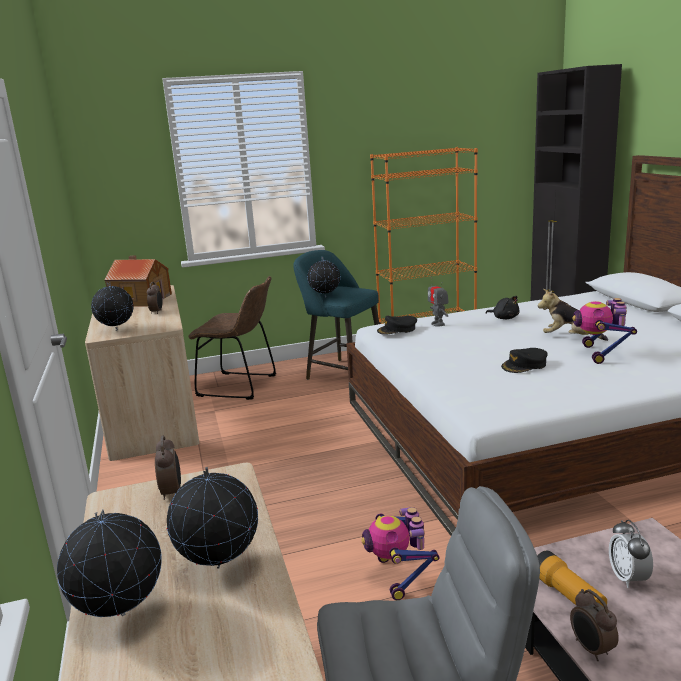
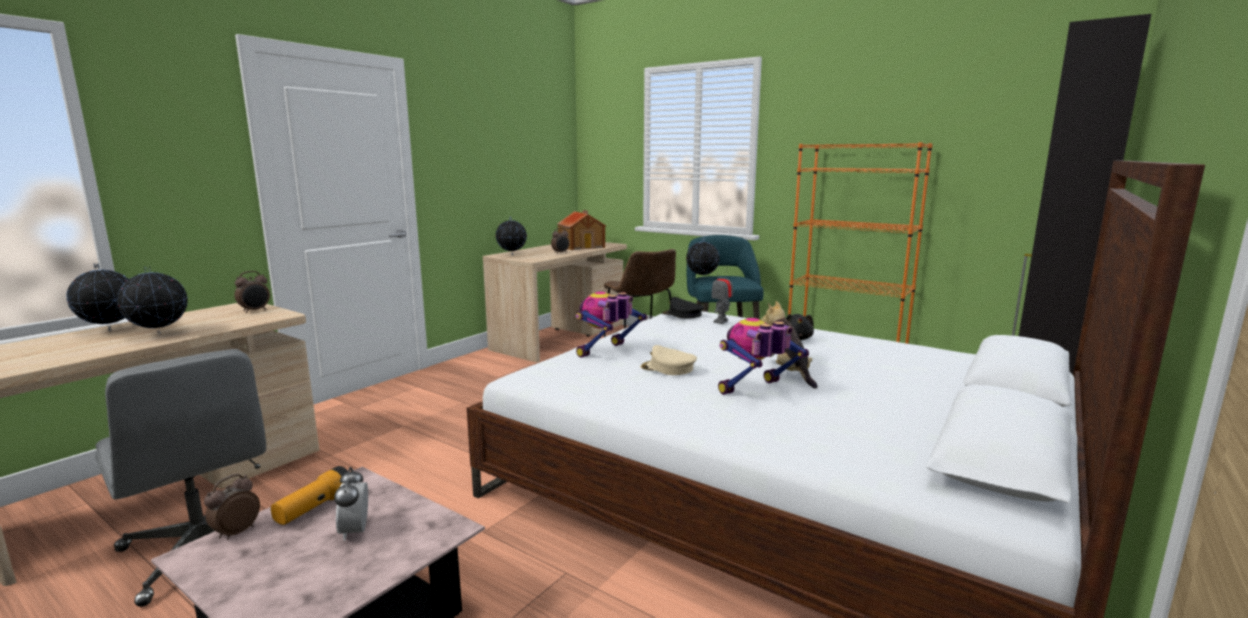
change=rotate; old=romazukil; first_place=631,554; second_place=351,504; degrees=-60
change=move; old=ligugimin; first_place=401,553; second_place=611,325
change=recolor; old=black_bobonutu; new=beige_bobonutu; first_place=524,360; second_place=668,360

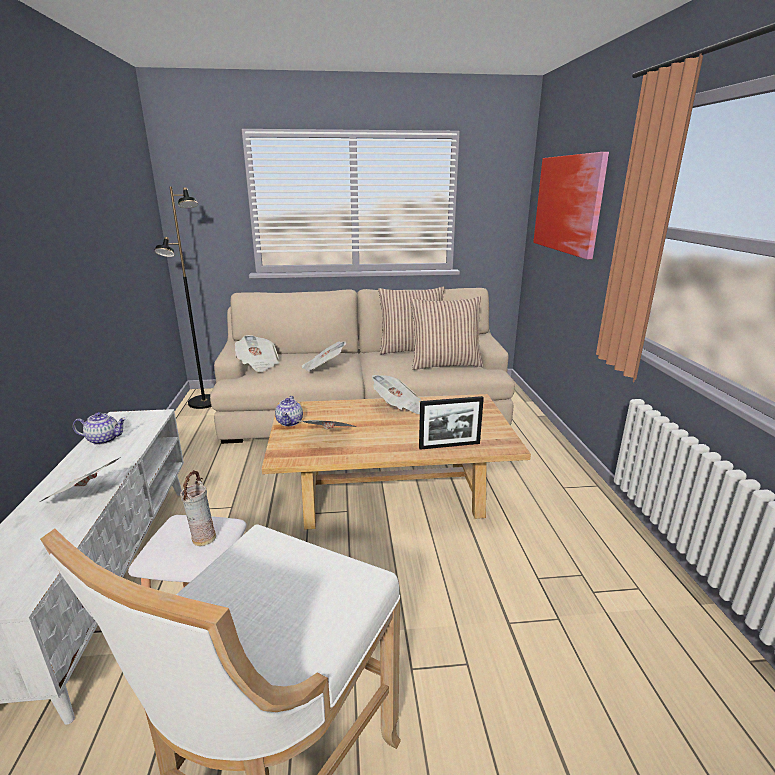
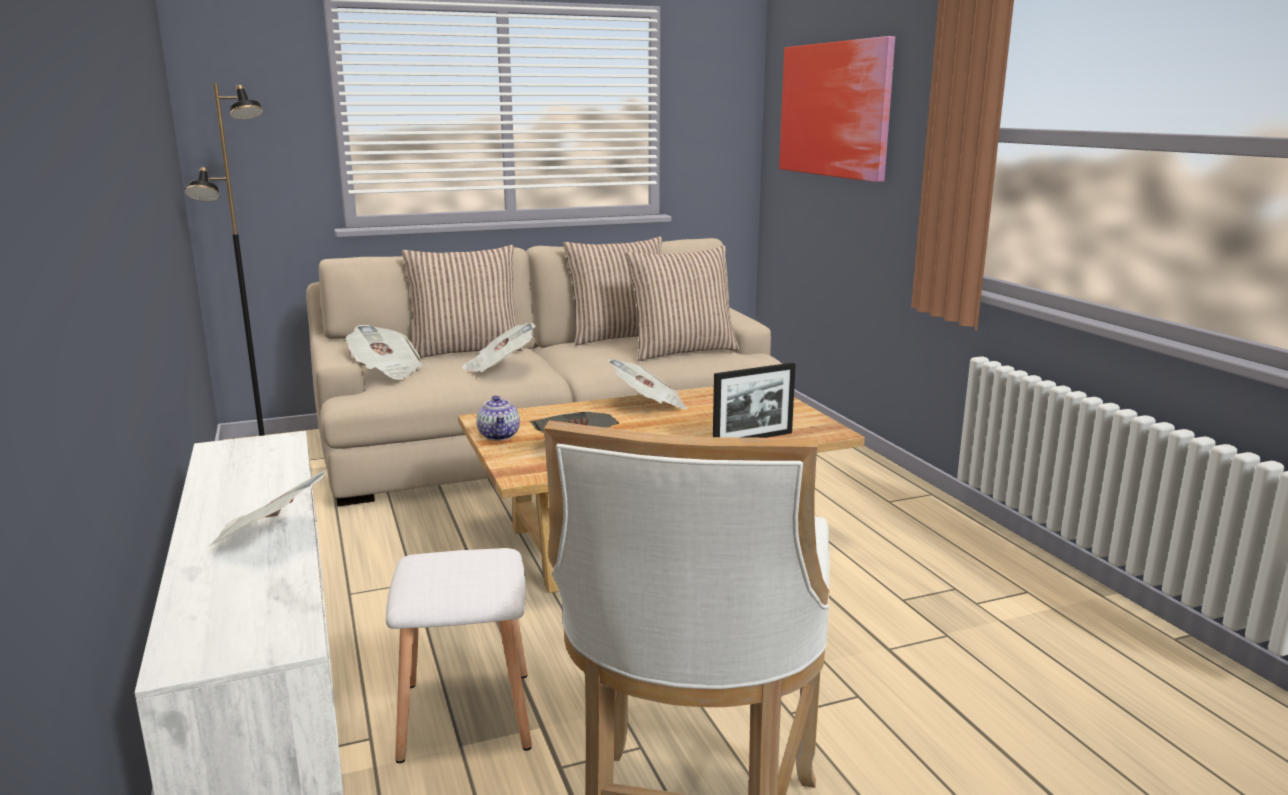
change=insert; new=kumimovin; second_place=462,301
change=delete; old=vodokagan; first_place=99,428
change=delete; old=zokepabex; first_place=198,508

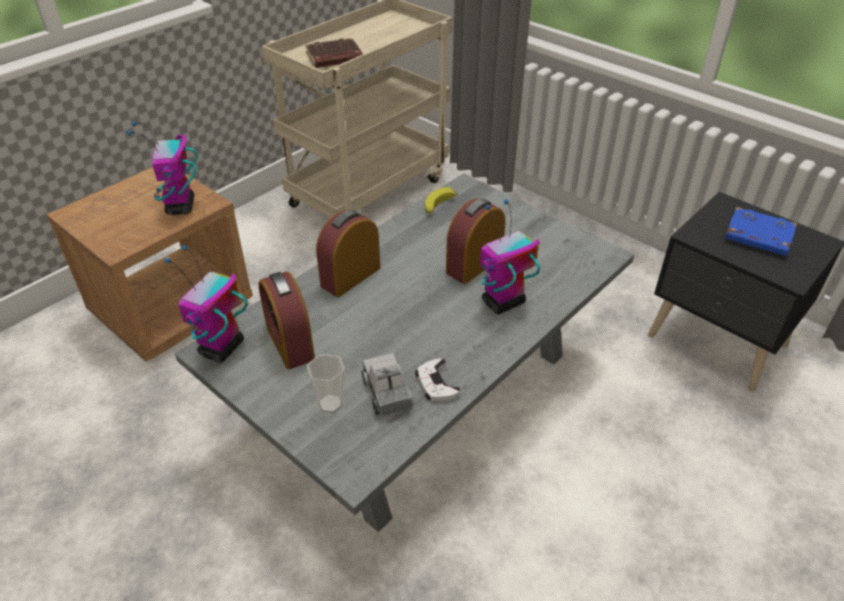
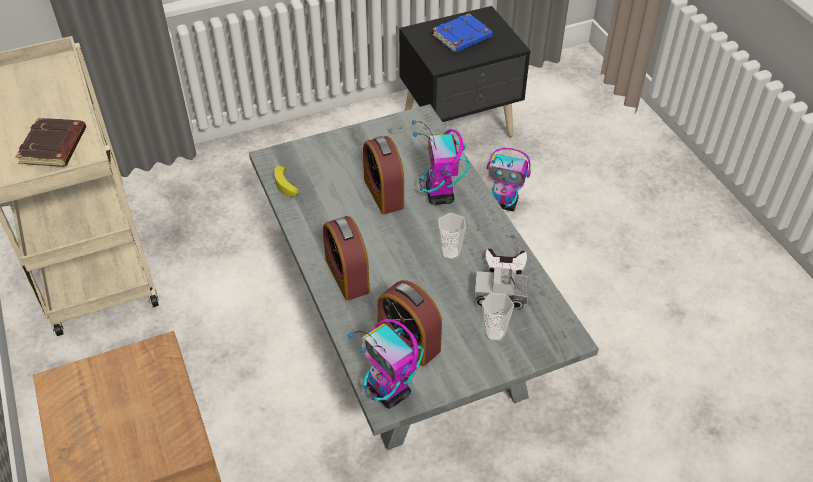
change=rotate; old=romazukil; first_place=287,320; second_place=409,323; degrees=45
change=insert; new=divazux; second_place=452,236
change=move; old=ligugimin; first_place=162,168; second_place=509,179

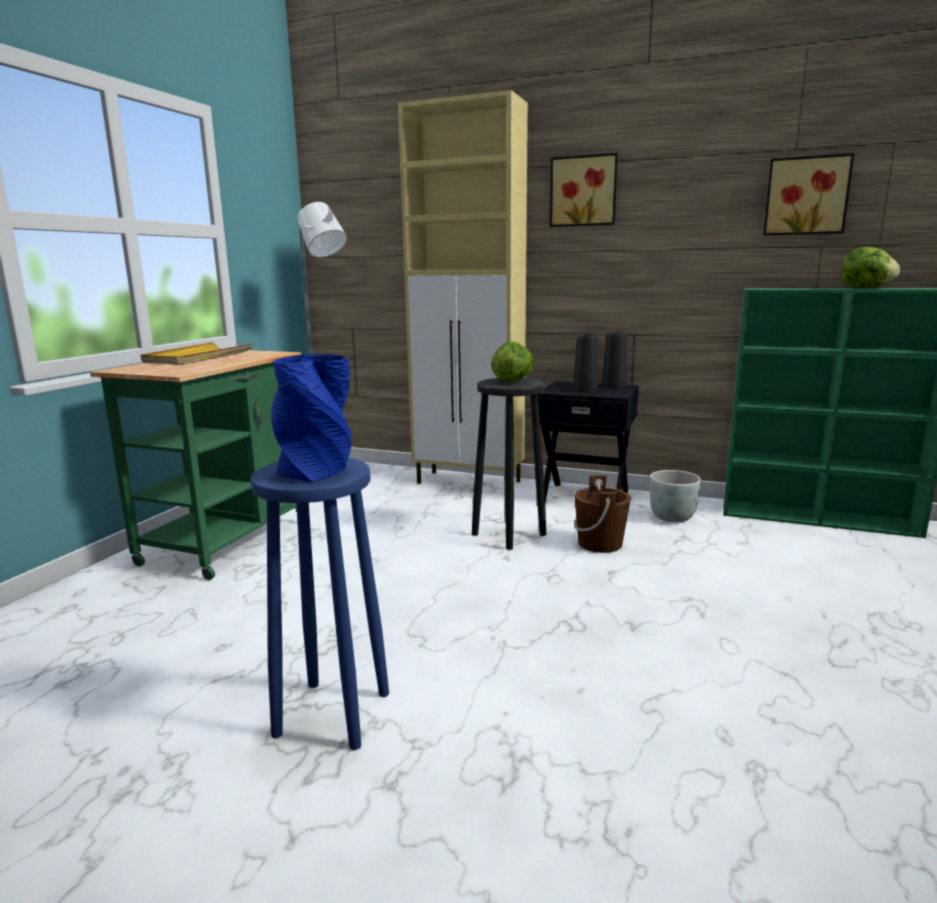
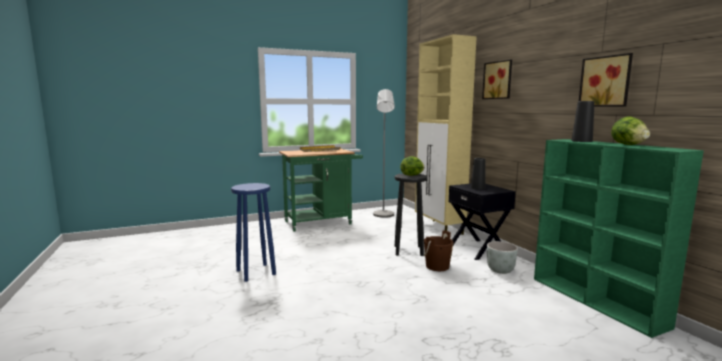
change=move; old=black_zokepabex; first_place=614,360; second_place=583,121
change=delete; old=blue_zokepabex; first_place=311,418

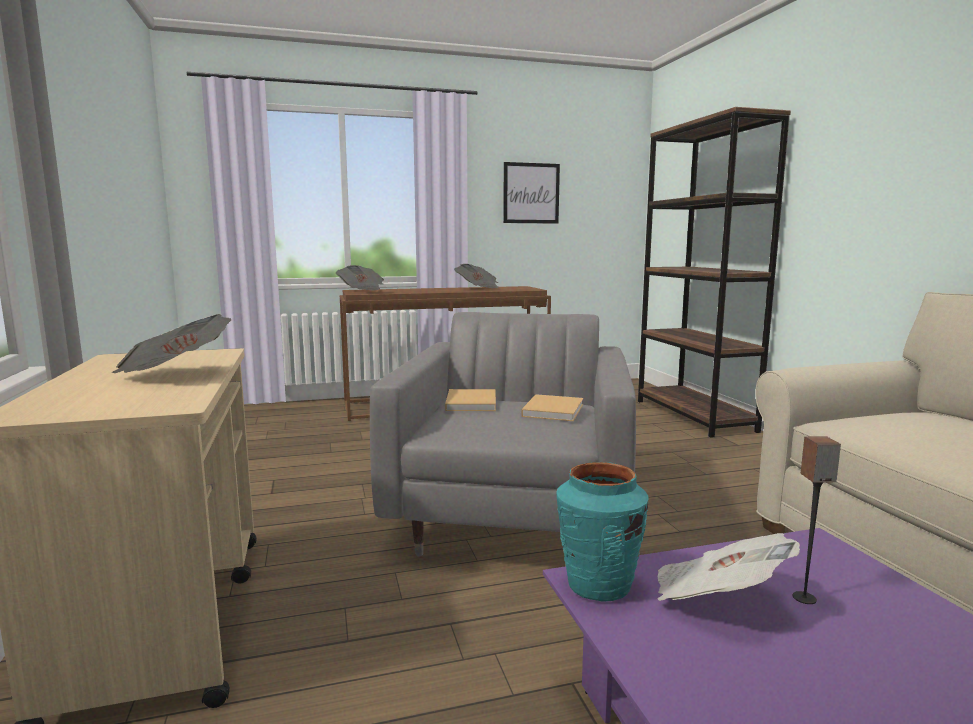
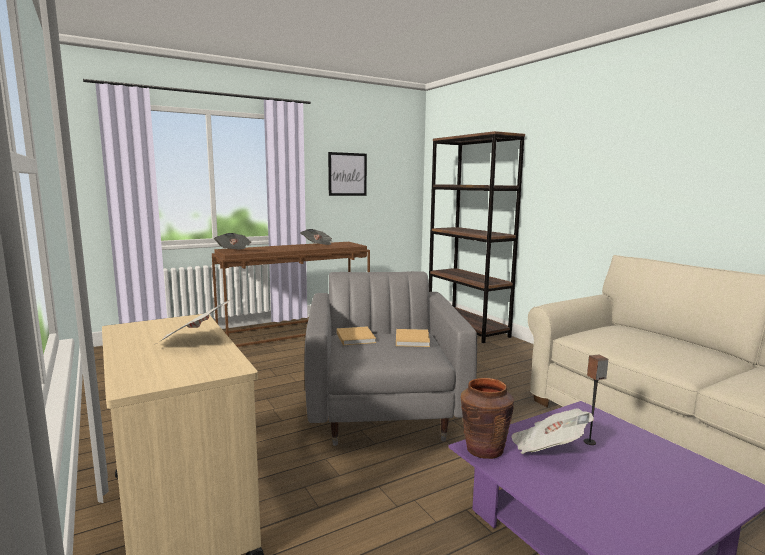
change=recolor; old=turquoise_zokepabex; new=brown_zokepabex; first_place=602,532; second_place=487,418

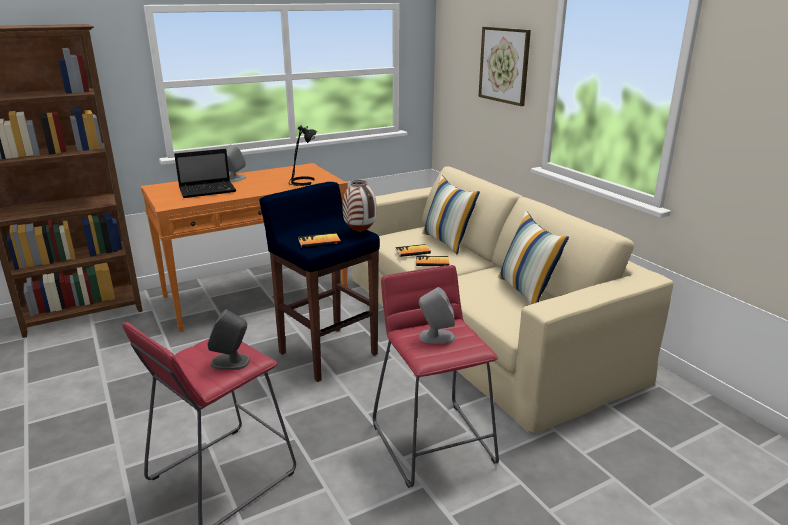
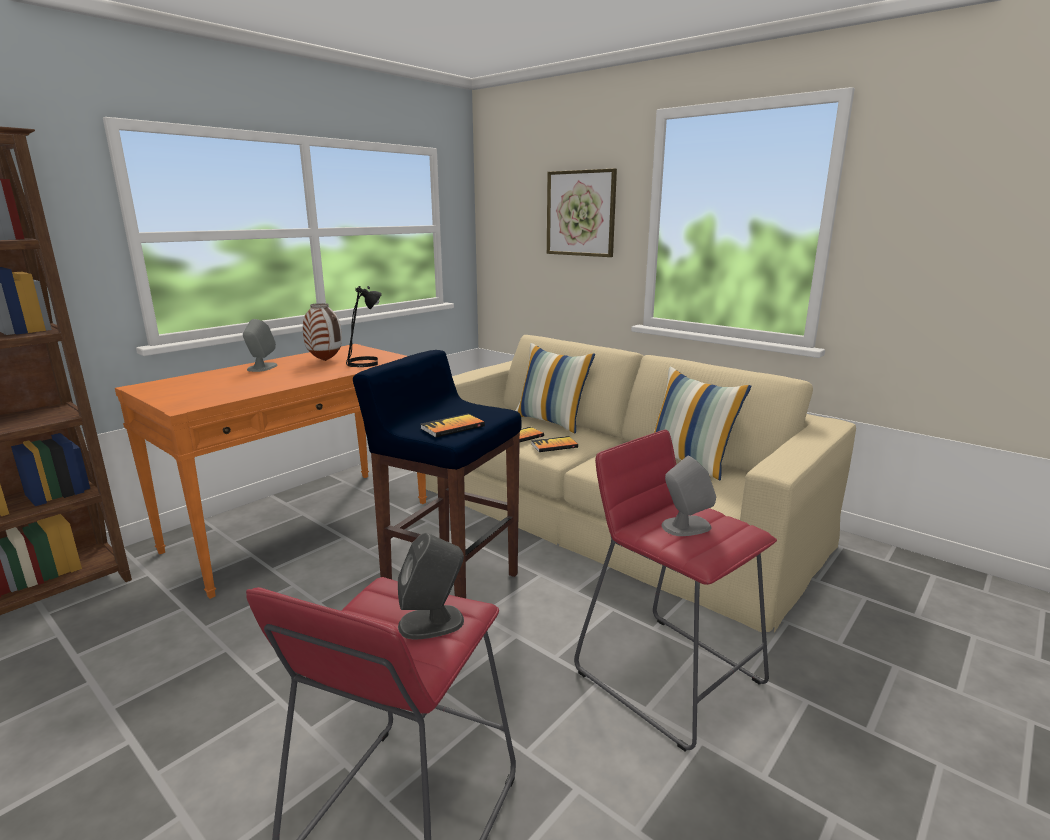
change=move; old=zokepabex; first_place=360,206; second_place=322,332
change=delete; old=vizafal; first_place=205,173

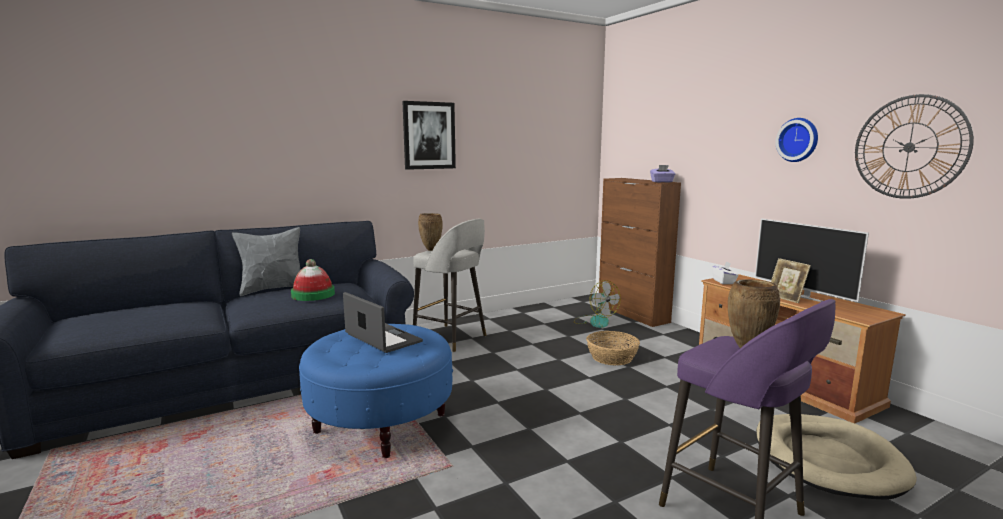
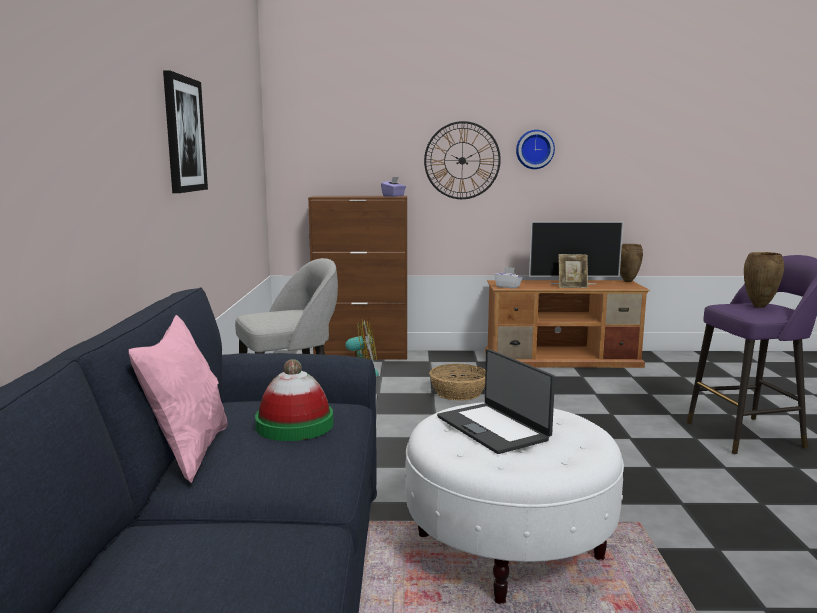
change=recolor; old=grey_kumimovin; new=pink_kumimovin; first_place=266,261; second_place=178,399
change=recolor; old=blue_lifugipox; new=white_lifugipox; first_place=376,391; second_place=514,503
change=move; old=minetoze; first_place=914,146; second_place=462,160
change=rotate; old=vizafal; first_place=383,322; second_place=496,401; degrees=-105
change=move; old=brown_zokepabex; first_place=430,232; second_place=631,263
change=delete; old=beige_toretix; first_place=836,457

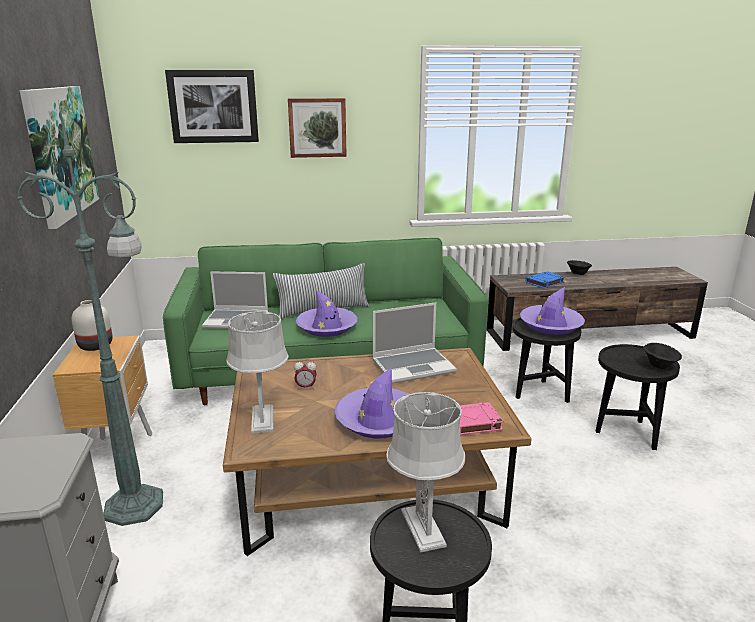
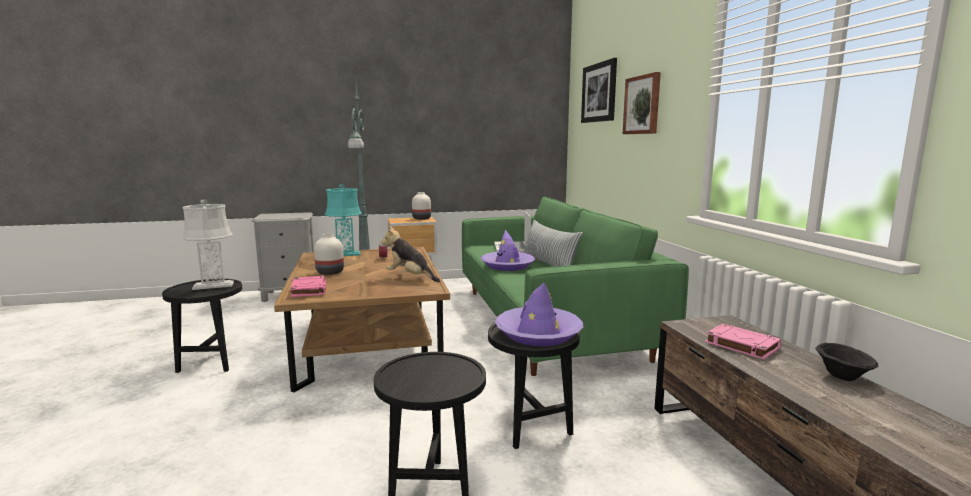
change=replace; old=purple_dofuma; new=white_zokepabex; first_place=371,403; second_place=329,254
change=recolor; old=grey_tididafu; new=turquoise_tididafu; first_place=257,372; second_place=343,220
change=replace; old=vizafal; new=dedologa; first_place=414,343; second_place=411,254
change=recolor; old=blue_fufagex; new=pink_fufagex; first_place=545,280; second_place=743,342
change=delete; old=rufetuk; first_place=59,157
change=delete; old=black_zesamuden; first_place=662,356

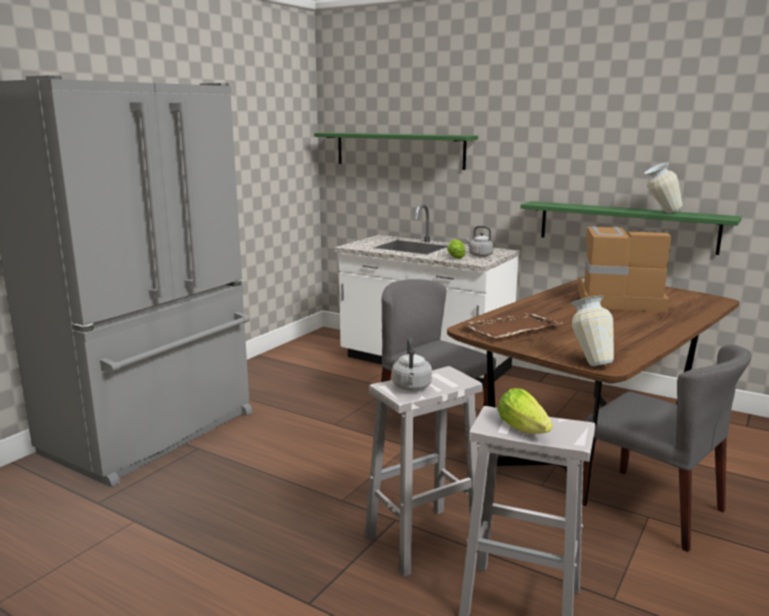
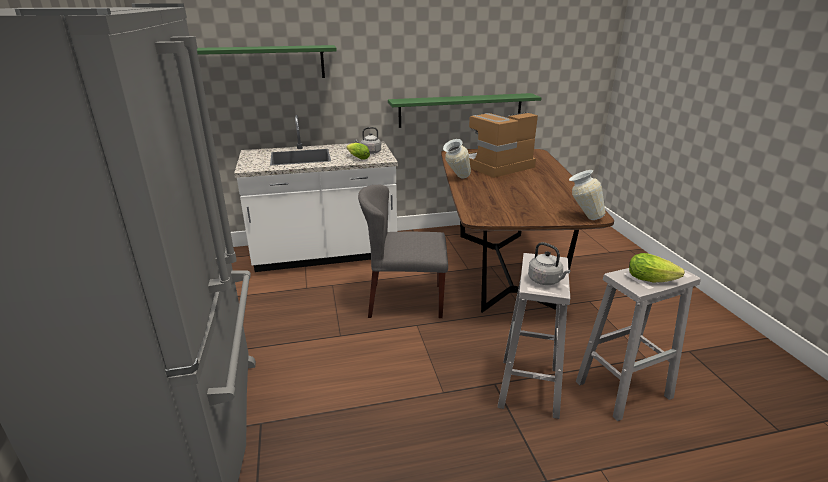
change=move; old=zokepabex; first_place=663,187; second_place=457,158
change=delete; old=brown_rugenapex; first_place=512,325
change=delete; old=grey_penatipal; first_place=666,448

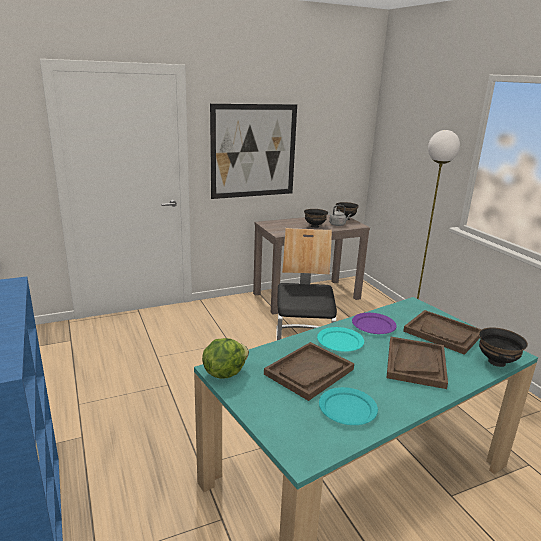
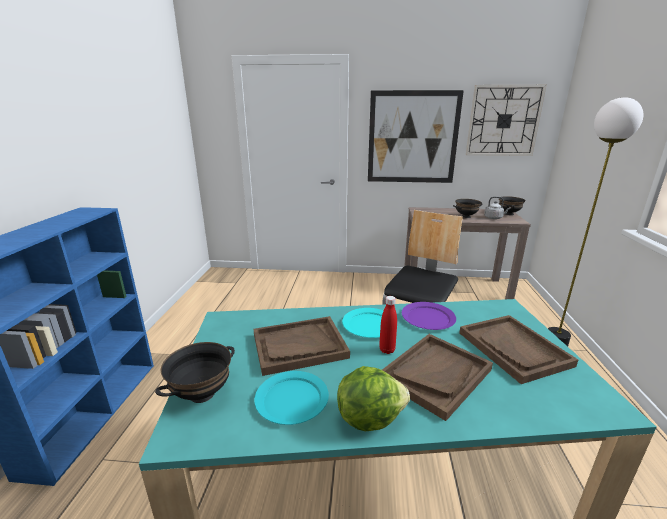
change=move; old=black_zesamuden; first_place=503,347; second_place=195,372
change=move; old=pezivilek; first_place=225,358; second_place=373,398
change=insert; new=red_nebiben; second_place=388,325
change=insert; new=minetoze; second_place=506,120

